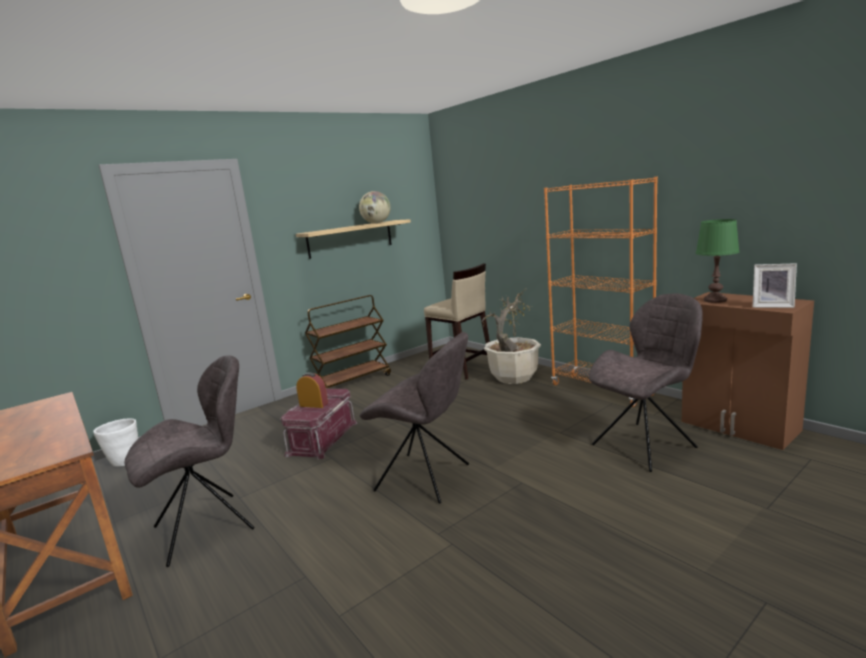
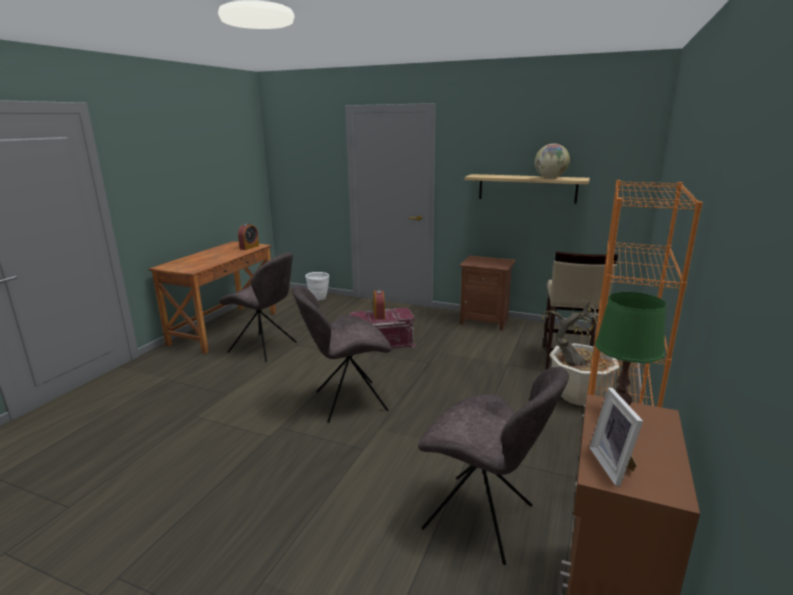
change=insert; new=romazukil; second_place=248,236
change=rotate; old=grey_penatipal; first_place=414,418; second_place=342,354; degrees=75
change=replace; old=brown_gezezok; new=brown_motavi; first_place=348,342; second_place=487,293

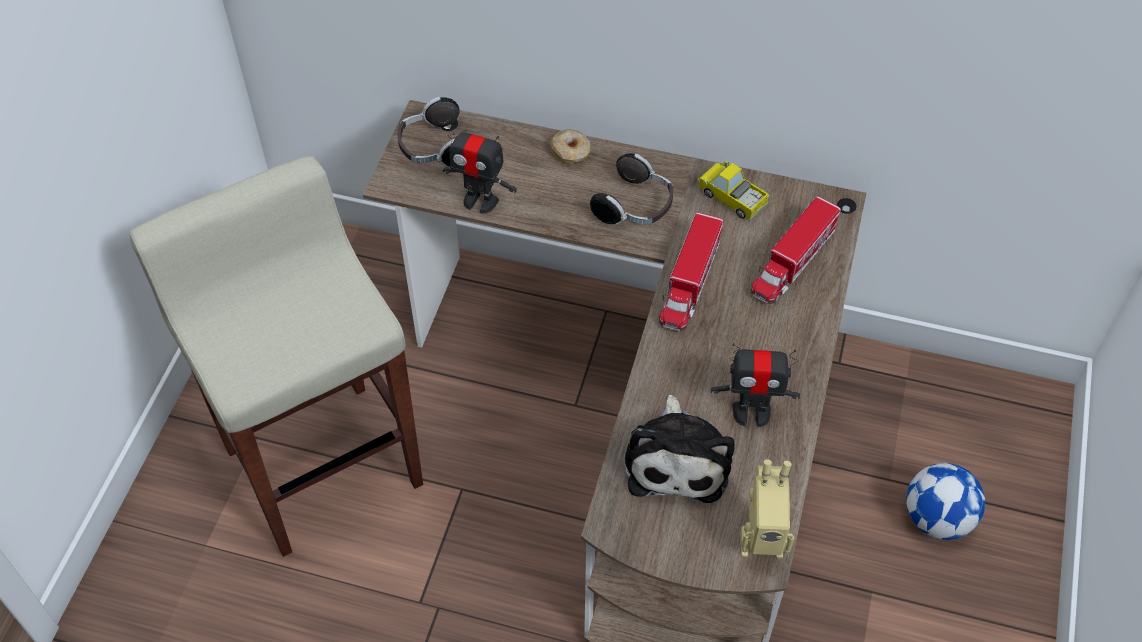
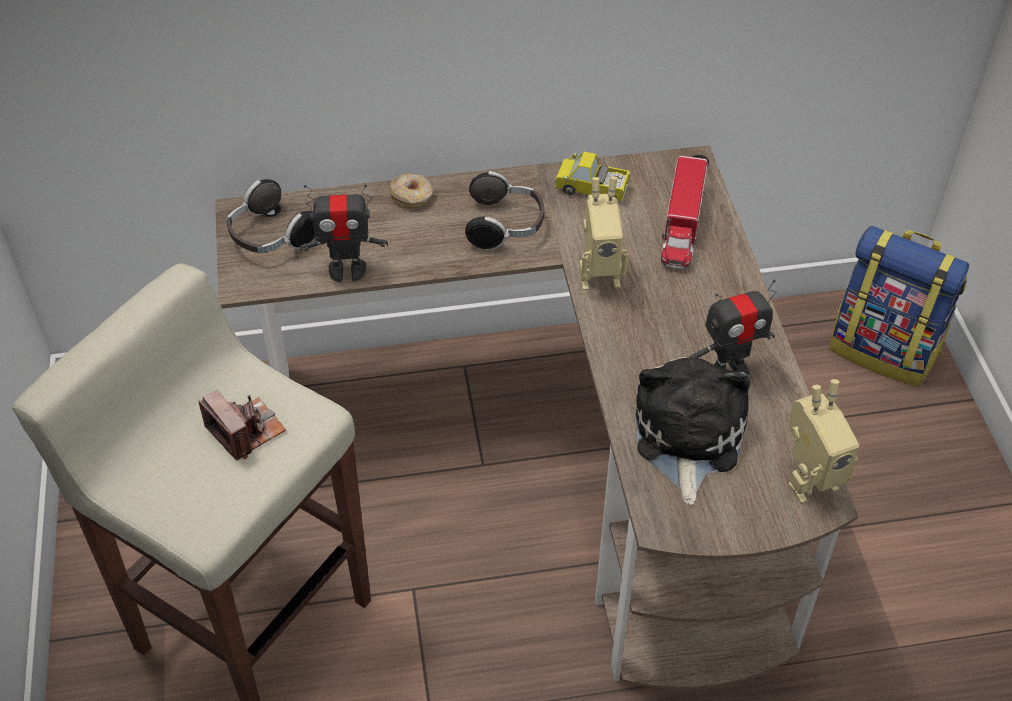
change=insert; new=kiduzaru; second_place=242,425
change=replace; old=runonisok; new=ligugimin; first_place=691,271; second_place=603,233
change=rotate; old=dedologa; first_place=679,449; second_place=692,431; degrees=-150
change=insert; new=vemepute; second_place=899,306
change=delete; old=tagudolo; first_place=945,501

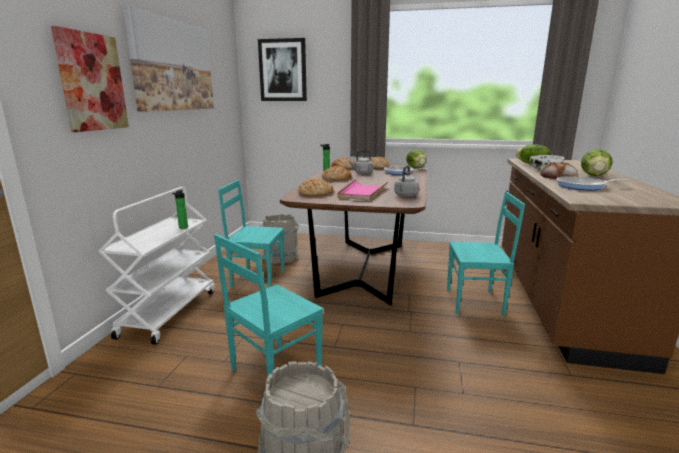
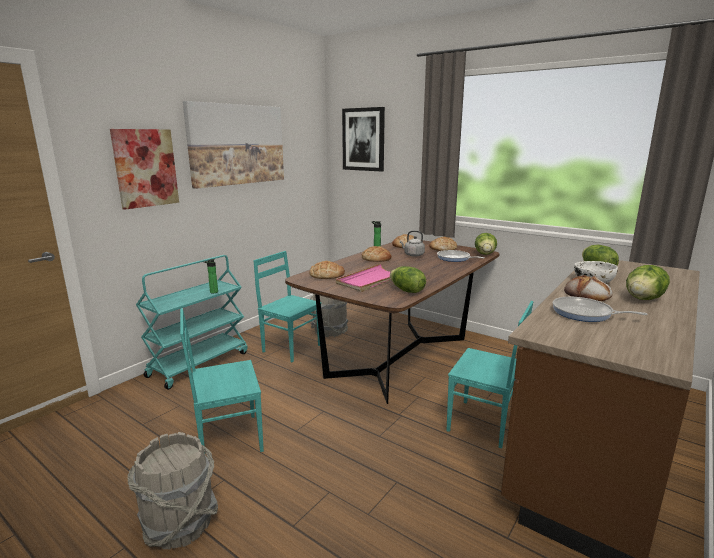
change=recolor; old=white_gezezok; new=turquoise_gezezok; first_place=156,266; second_place=192,322
change=replace; old=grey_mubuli; new=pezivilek; first_place=406,181; second_place=408,279

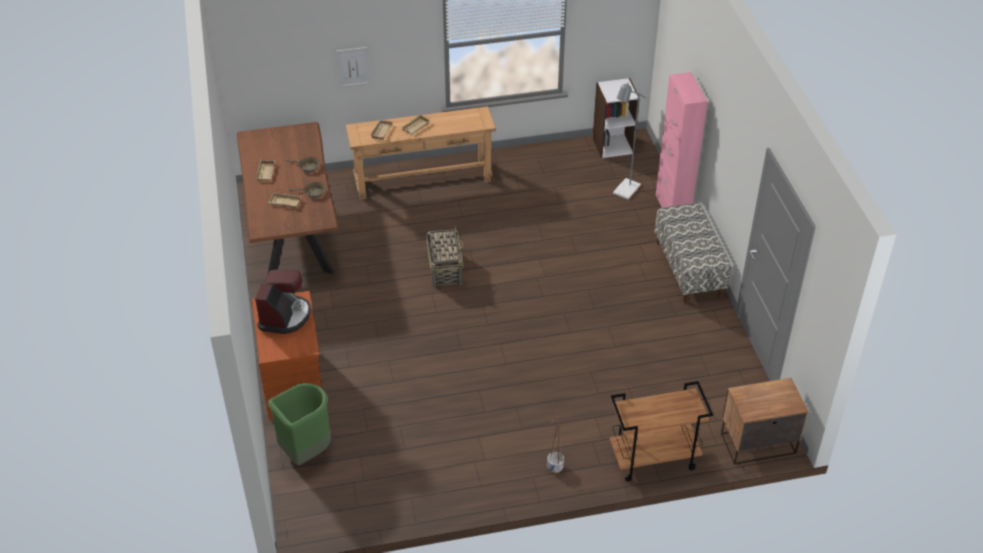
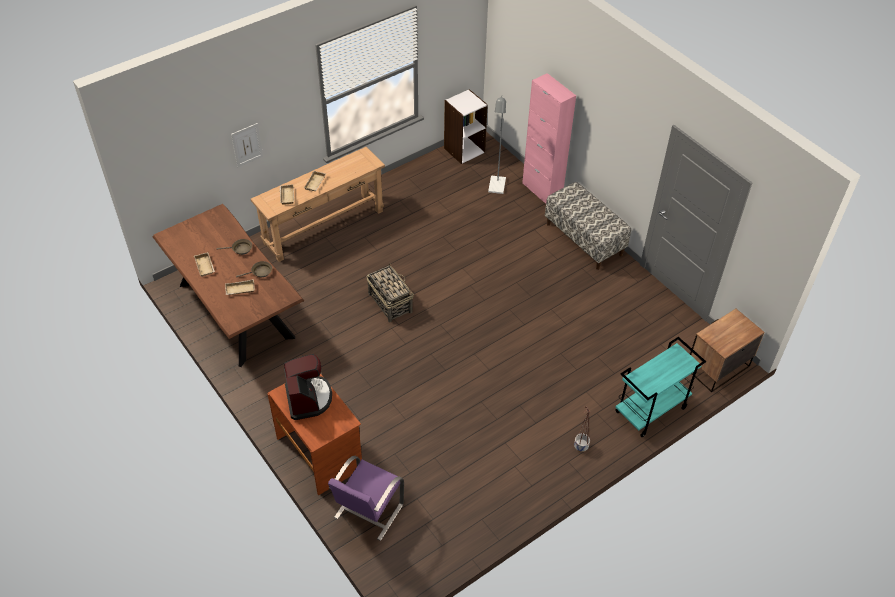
change=replace; old=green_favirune; new=purple_penatipal; first_place=299,424; second_place=366,498
change=recolor; old=brown_gezezok; new=turquoise_gezezok; first_place=661,431; second_place=660,387

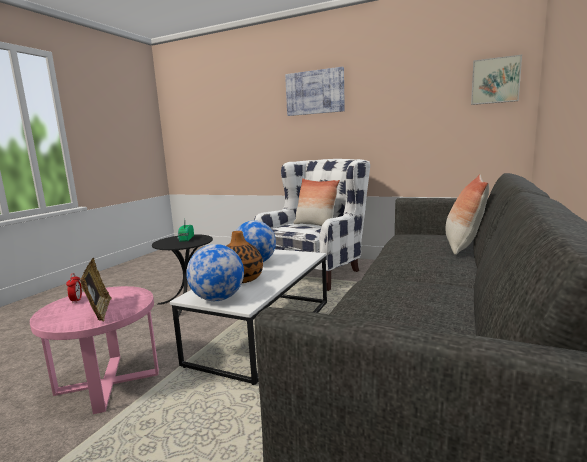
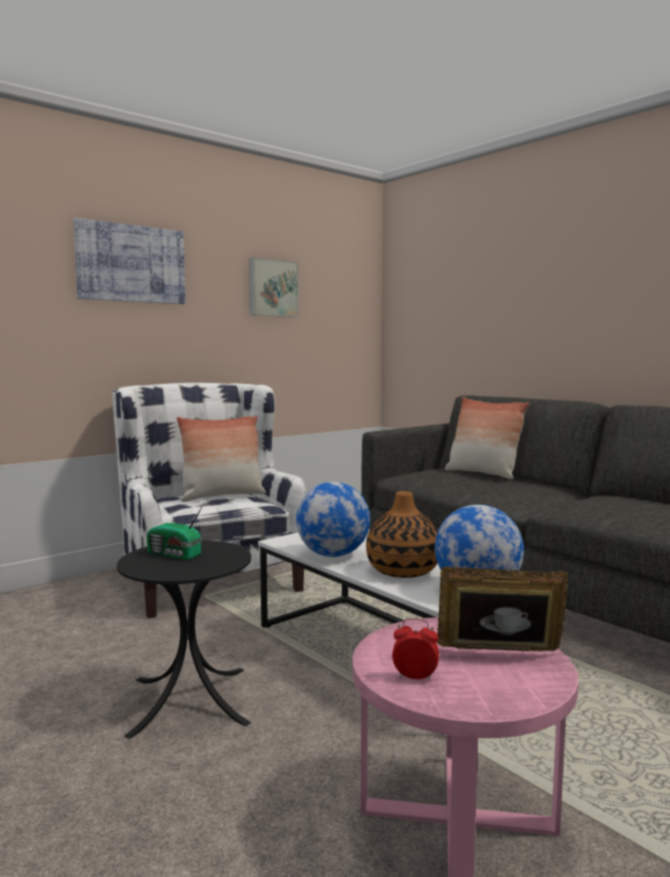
change=move; old=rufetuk; first_place=496,80; second_place=274,287

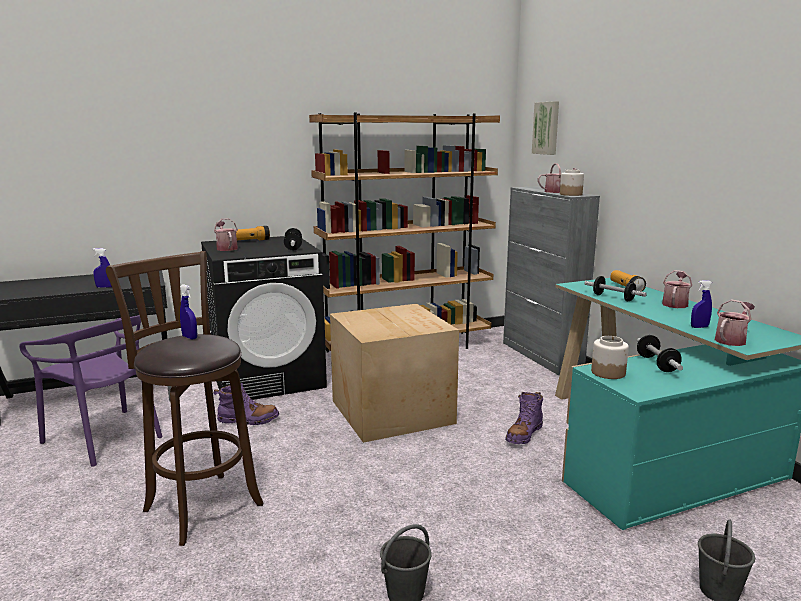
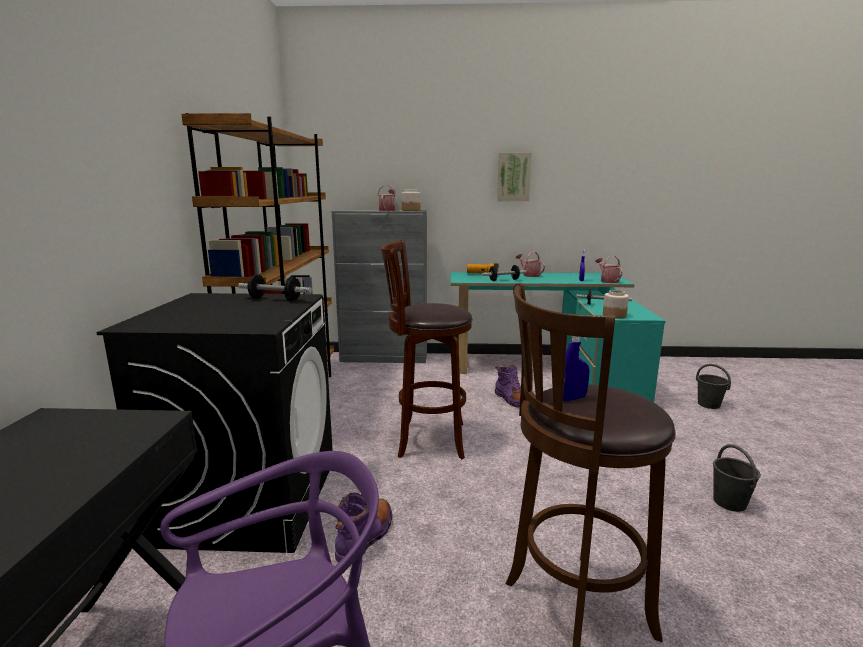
change=replace; old=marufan; new=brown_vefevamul; first_place=394,373; second_place=427,349
change=move; old=rufetuk; first_place=545,128; second_place=514,176
change=delete; old=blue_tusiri; first_place=102,268
change=delete; old=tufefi; first_place=226,234
change=delete; old=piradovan; first_place=253,233

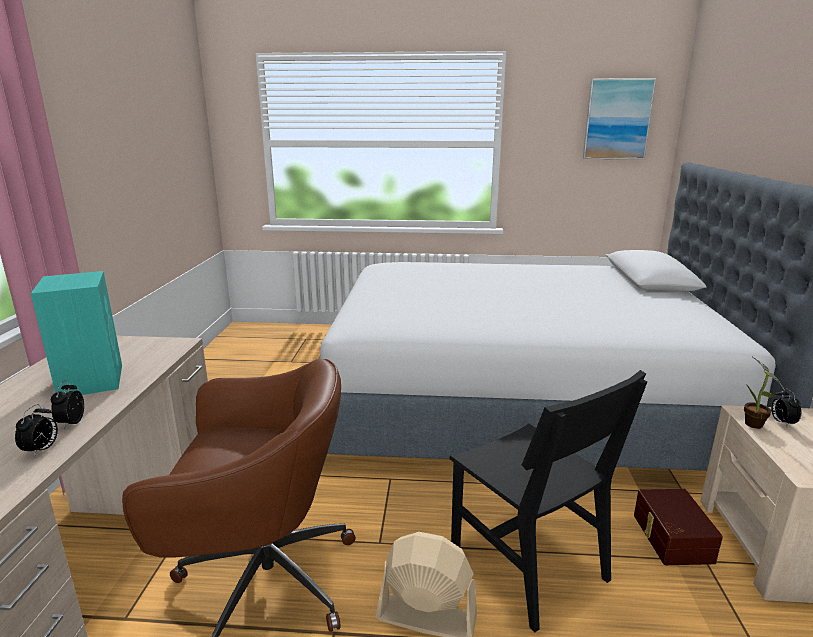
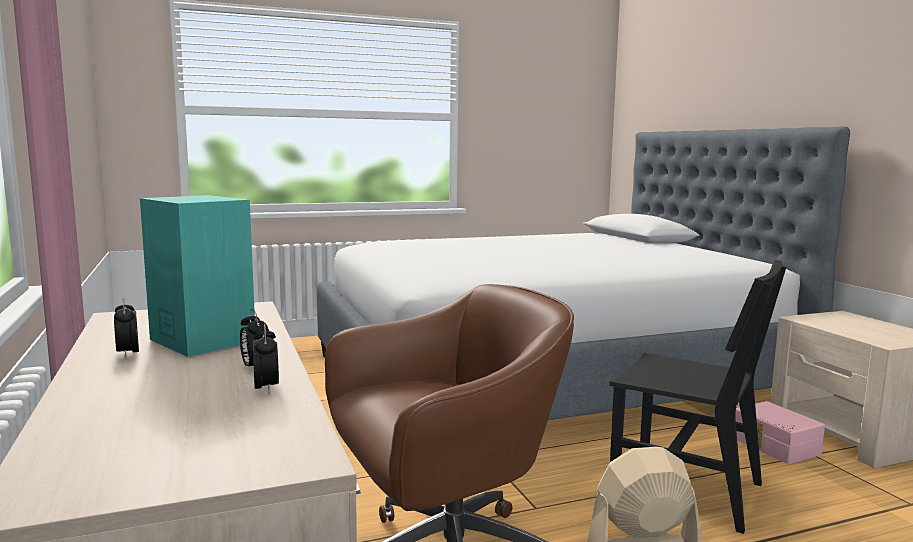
change=move; old=romazukil; first_place=786,407; second_place=126,327
change=recolor; old=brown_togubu; new=pink_togubu; first_place=678,527; second_place=780,432
change=delete; old=rufetuk; first_place=619,118
change=delete; old=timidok; first_place=764,392

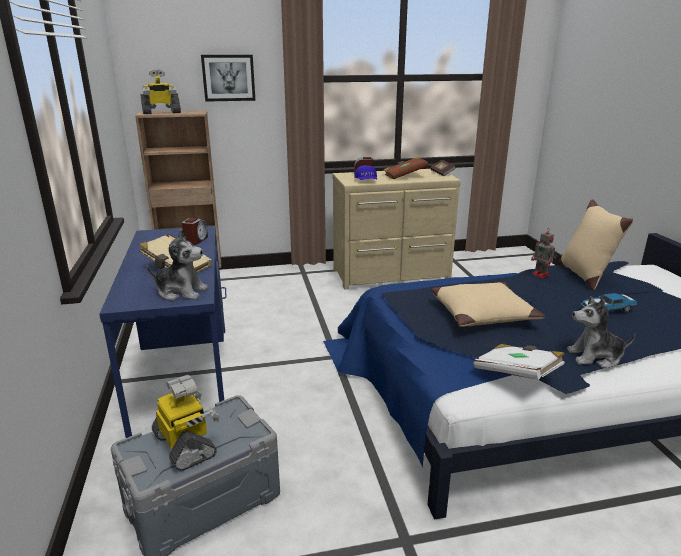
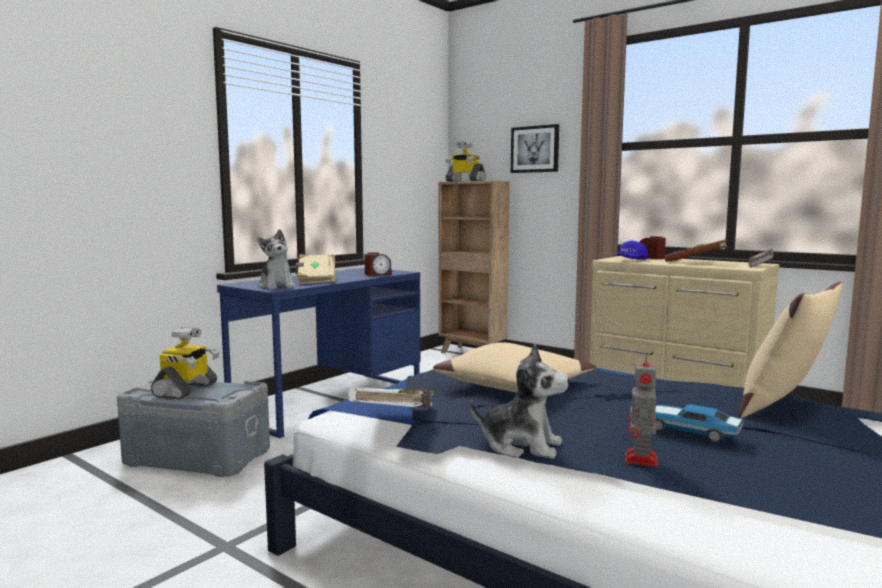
change=rotate; old=dedologa; first_place=601,332; second_place=519,401; degrees=150
change=move; old=ligugimin; first_place=544,253; second_place=641,409

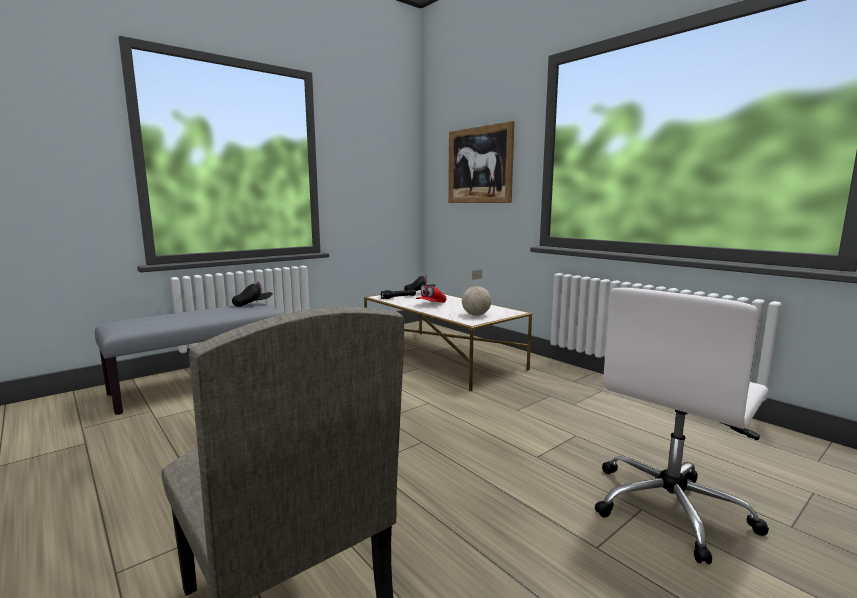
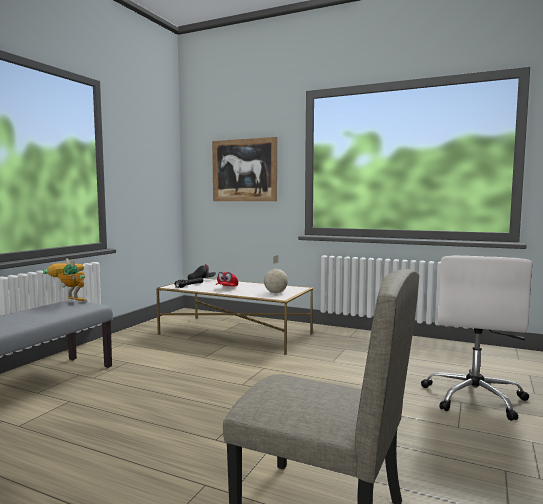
change=replace; old=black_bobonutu; new=ligugimin; first_place=252,294; second_place=65,280

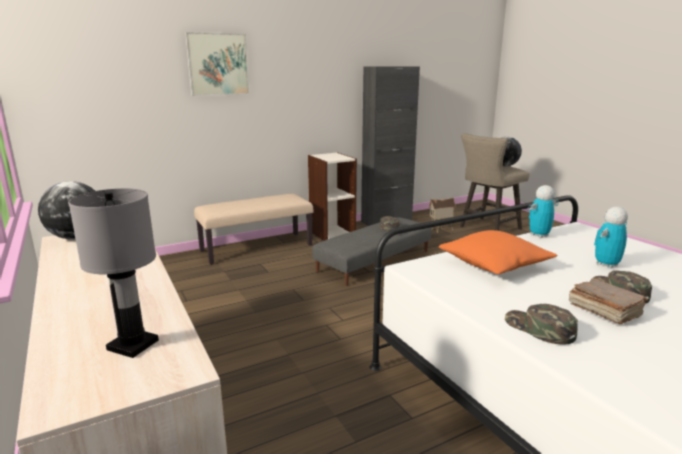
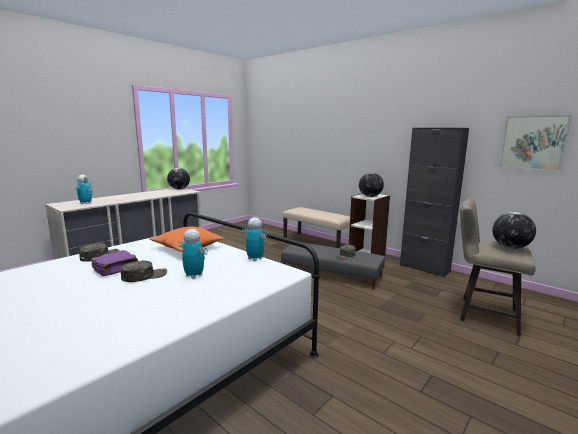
change=replace; old=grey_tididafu; new=ligugimin; first_place=113,273; second_place=83,189
change=recolor; old=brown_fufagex; new=purple_fufagex; first_place=608,301; second_place=114,263
change=insert; new=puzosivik; second_place=371,184
change=move; old=rufetuk; first_place=217,64; second_place=535,143
change=delete; old=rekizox; first_place=442,215

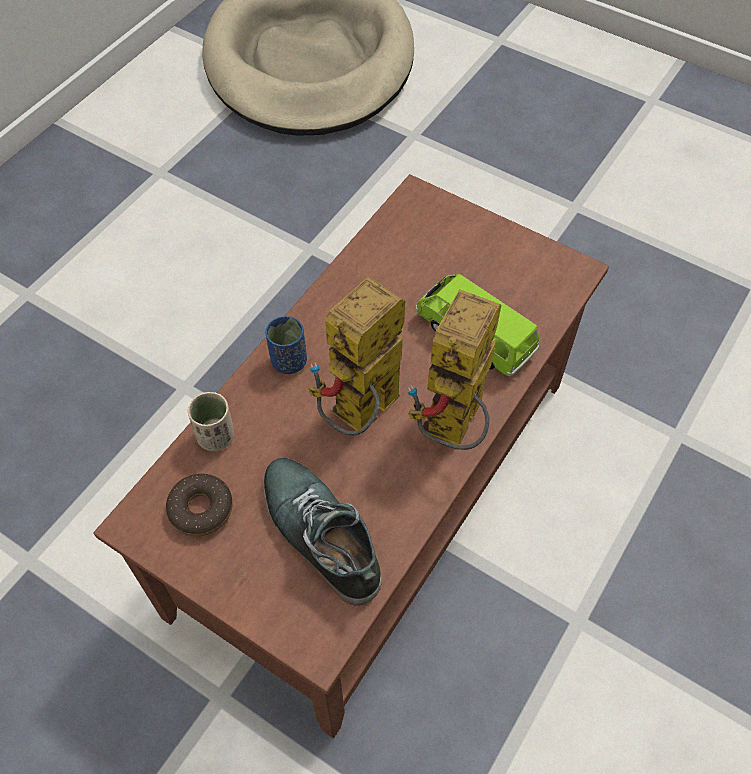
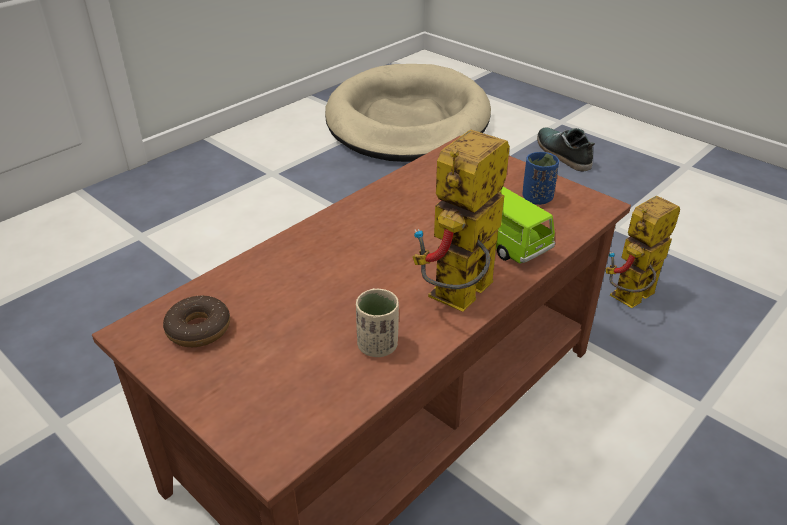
change=move; old=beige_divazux; first_place=211,421; second_place=377,322
change=move; old=blue_divazux; first_place=286,345; second_place=540,178
change=move; old=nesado; first_place=322,532; second_place=566,149
change=move; old=ligugimin; first_place=356,356; second_place=642,251

